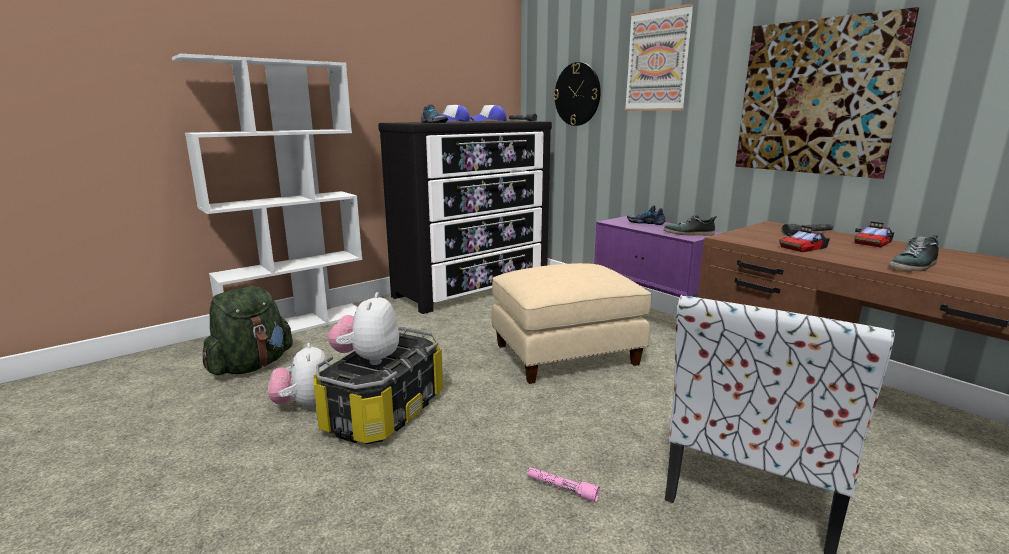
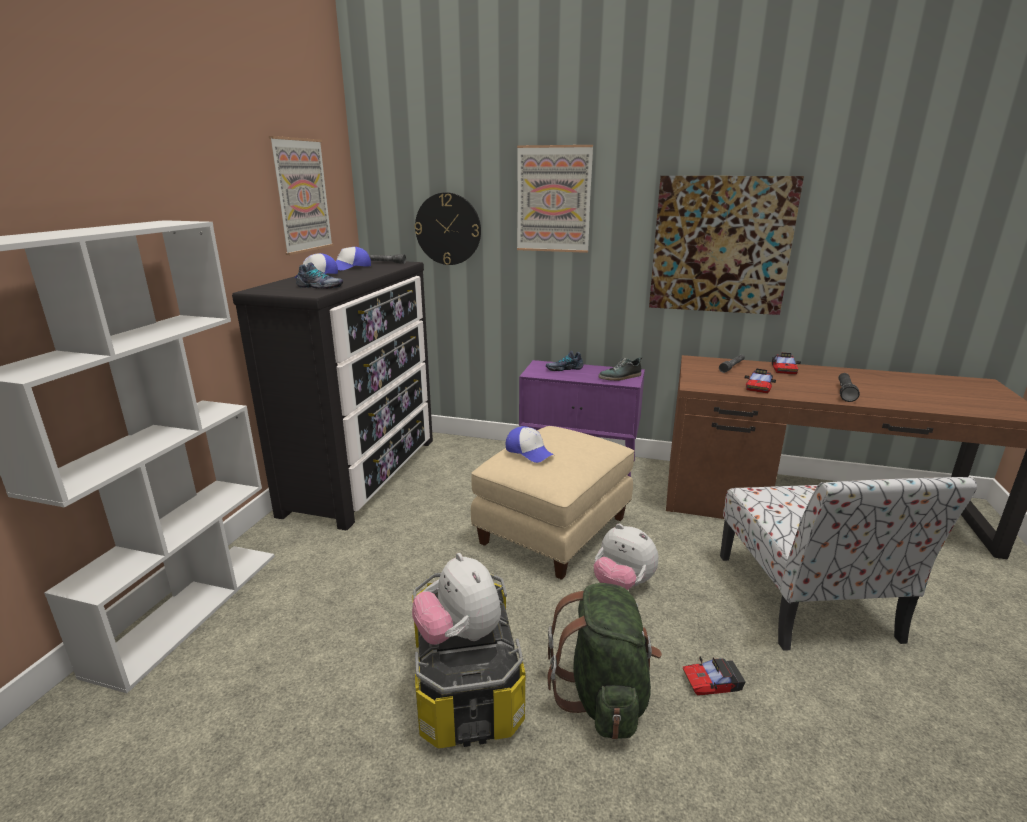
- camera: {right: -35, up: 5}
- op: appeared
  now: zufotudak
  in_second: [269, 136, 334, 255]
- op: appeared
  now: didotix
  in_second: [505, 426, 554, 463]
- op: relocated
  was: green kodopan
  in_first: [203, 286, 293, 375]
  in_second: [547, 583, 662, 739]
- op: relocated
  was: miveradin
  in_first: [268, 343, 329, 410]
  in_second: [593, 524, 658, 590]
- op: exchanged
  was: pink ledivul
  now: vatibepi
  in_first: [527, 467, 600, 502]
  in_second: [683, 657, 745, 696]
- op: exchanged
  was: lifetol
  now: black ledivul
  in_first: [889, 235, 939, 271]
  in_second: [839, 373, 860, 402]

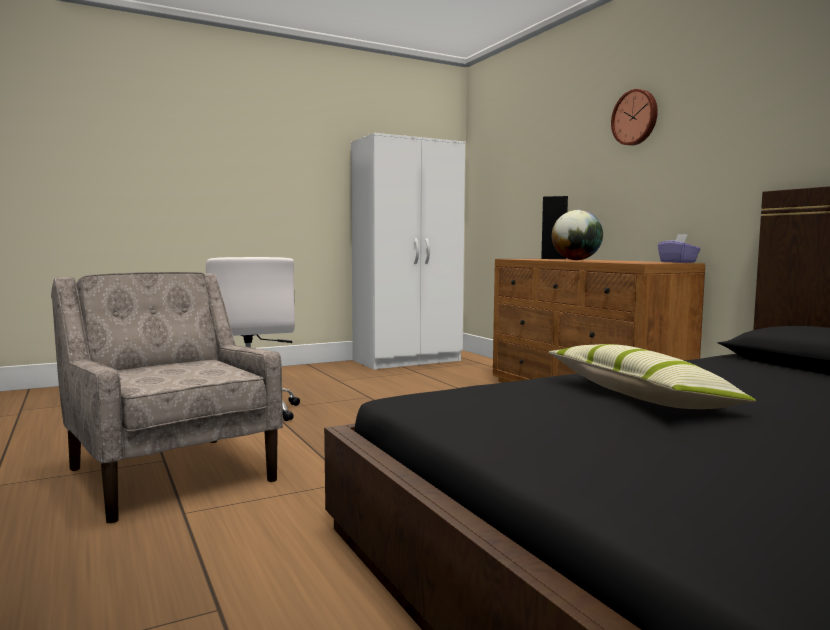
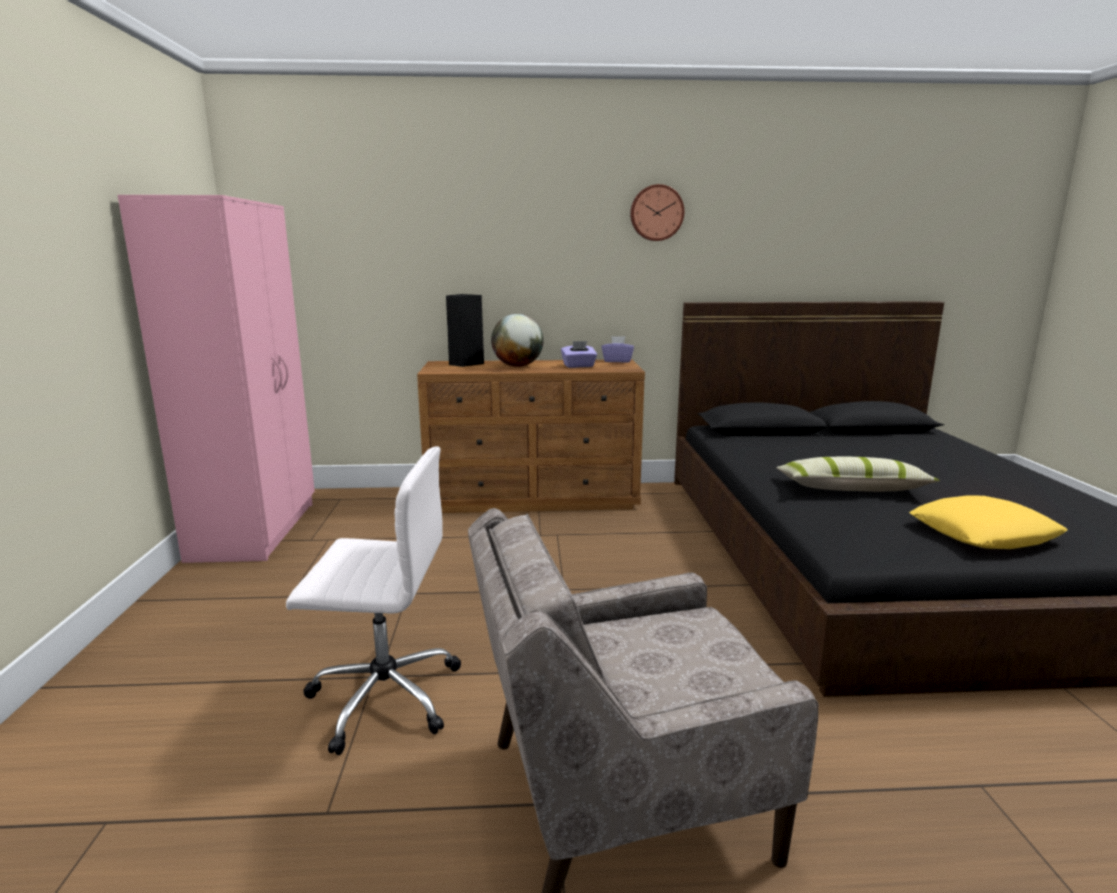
- camera: {right: -65, up: 10}
- op: appeared
  now: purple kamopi
  in_second: [561, 341, 597, 368]
- op: appeared
  now: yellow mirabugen
  in_second: [909, 495, 1068, 549]
- op: relocated
  was: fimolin
  in_first: [611, 89, 658, 146]
  in_second: [630, 184, 684, 241]
- op: colour
  was: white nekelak
  now: pink nekelak
  in_first: [351, 133, 465, 370]
  in_second: [118, 195, 315, 563]

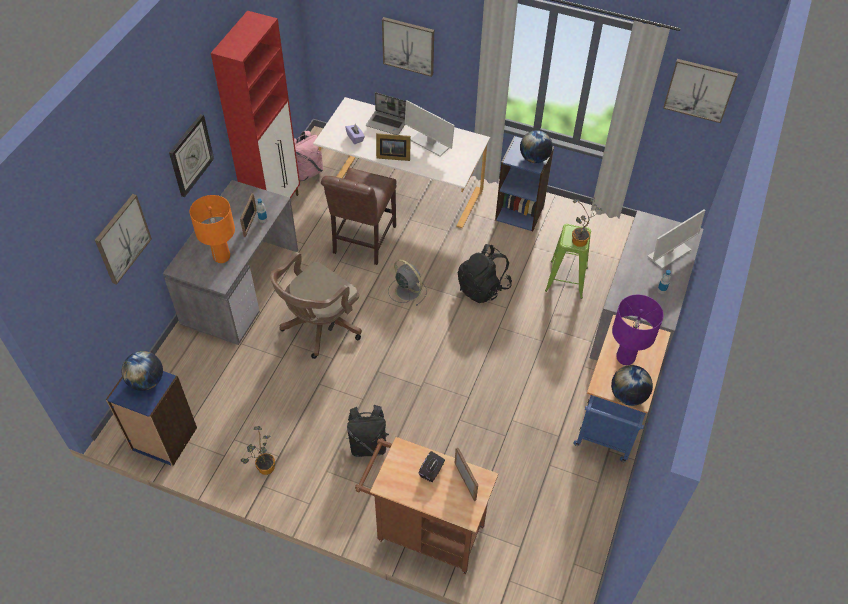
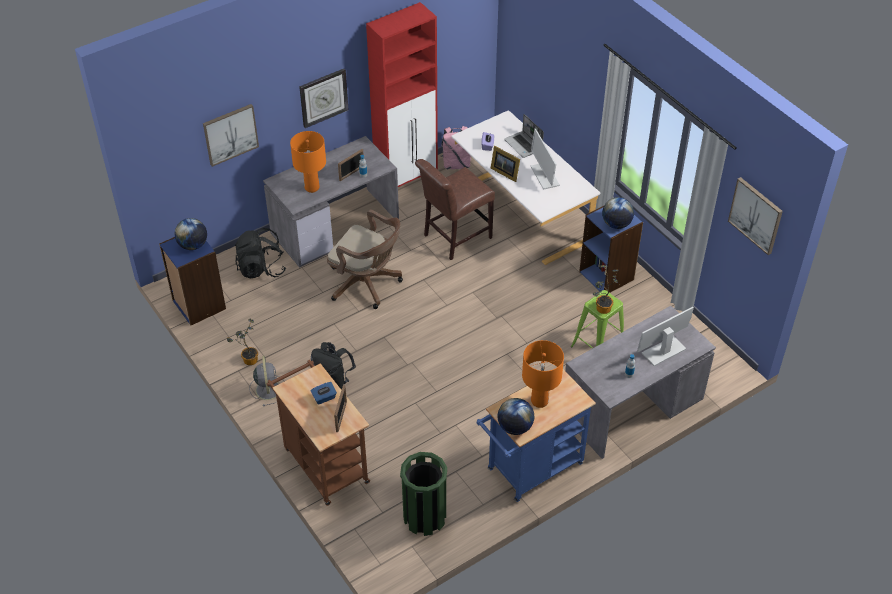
- camera: {right: 35, up: -5}
- op: missing
  was: zufotudak
  in_first: [382, 17, 434, 77]
- op: appeared
  now: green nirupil
  in_second: [400, 452, 447, 536]
- op: relocated
  was: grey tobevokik
  in_first: [388, 259, 427, 306]
  in_second: [249, 356, 279, 406]
- op: relocated
  was: black kodopan
  in_first: [458, 244, 512, 303]
  in_second: [235, 228, 286, 278]
- op: colour
  was: black kamopi
  now: blue kamopi
  in_first: [418, 451, 445, 482]
  in_second: [311, 382, 337, 405]
- op: colour
  was: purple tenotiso
  now: orange tenotiso
  in_first: [612, 295, 663, 365]
  in_second: [522, 340, 564, 408]
- op: spun
  was: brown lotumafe
  in_first: [270, 252, 362, 359]
  in_second: [327, 210, 403, 309]
  clockwise: -135
- op: spun
  was: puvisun
  in_first: [647, 209, 705, 269]
  in_second: [637, 307, 694, 366]
  clockwise: 150

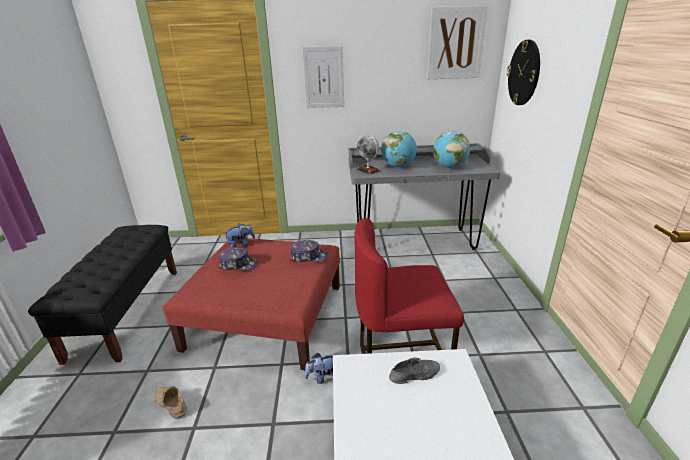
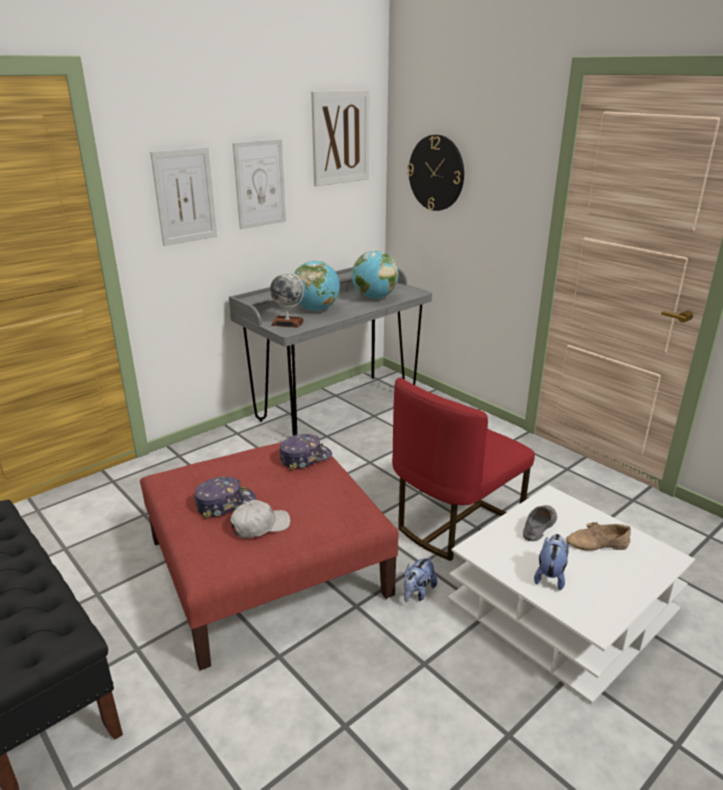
- camera: {right: -40, up: 0}
- op: appeared
  now: white didotix
  in_second: [230, 499, 290, 538]
- op: appeared
  now: zufotudak
  in_second: [233, 139, 286, 229]
- op: relocated
  was: beige lifetol
  in_first: [155, 386, 187, 419]
  in_second: [566, 522, 631, 551]
- op: relocated
  was: miveradin
  in_first: [224, 223, 255, 248]
  in_second: [534, 534, 569, 590]

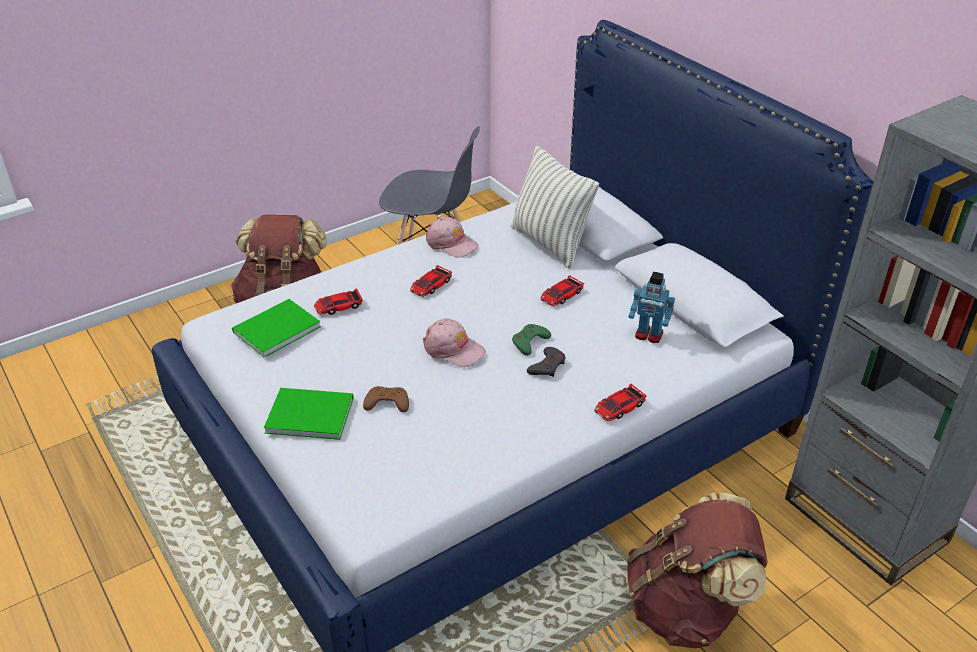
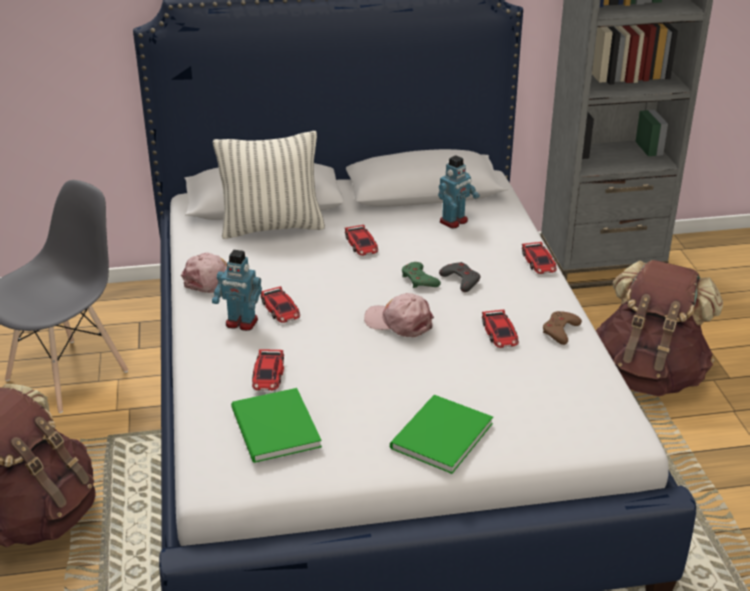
- camera: {right: -65, up: -5}
- op: appeared
  now: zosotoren
  in_second: [212, 250, 262, 331]
- op: appeared
  now: vatibepi
  in_second: [482, 310, 519, 348]
- op: relocated
  was: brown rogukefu
  in_first: [363, 386, 409, 412]
  in_second: [543, 311, 582, 345]
- op: spun
  was: pink didotix
  in_first: [423, 318, 485, 367]
  in_second: [364, 293, 434, 337]
  clockwise: -120

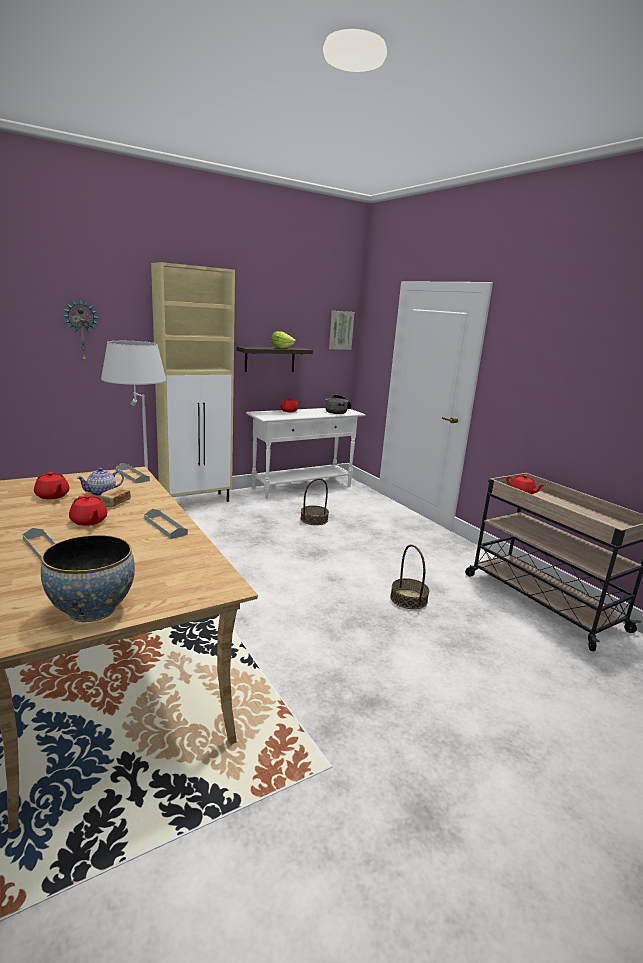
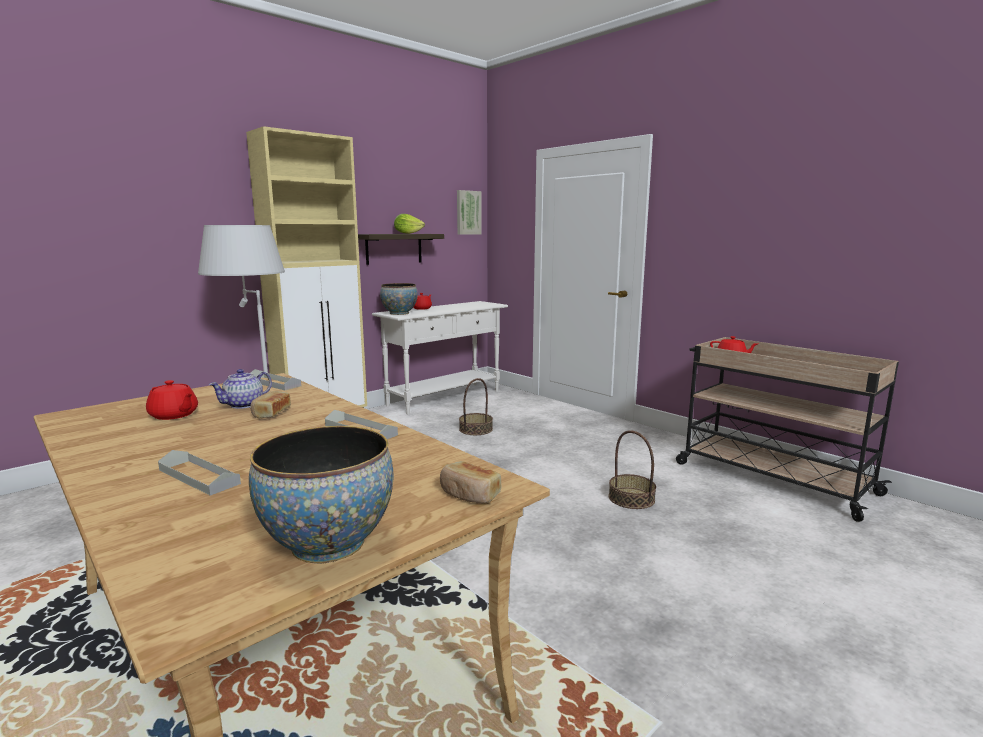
- camera: {right: -10, up: -5}
- op: missing
  was: fimolin
  in_first: [63, 300, 99, 363]
- op: missing
  was: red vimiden
  in_first: [69, 495, 107, 526]
- op: missing
  was: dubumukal
  in_first: [325, 395, 352, 414]
- op: appeared
  now: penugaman
  in_second: [380, 283, 418, 315]
- op: appeared
  now: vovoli
  in_second: [440, 461, 501, 503]

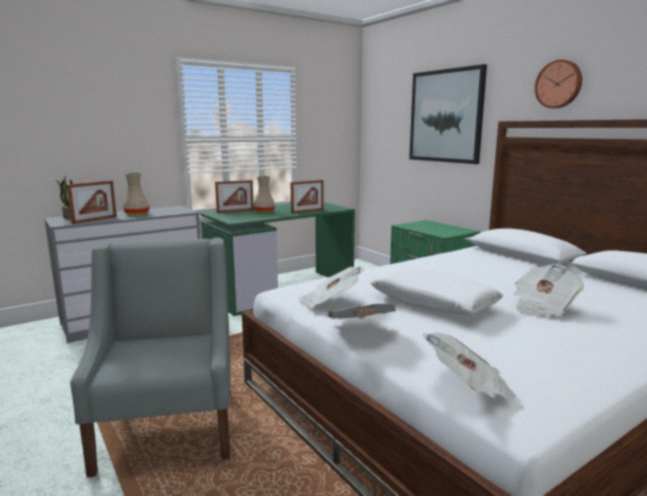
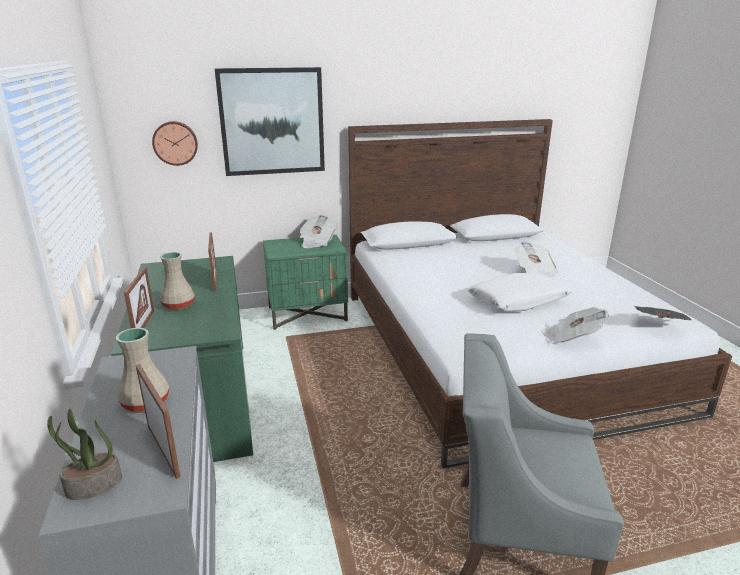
- camera: {right: -70, up: 10}
- op: relocated
  was: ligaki
  in_first: [299, 266, 364, 308]
  in_second: [300, 215, 337, 248]
- op: relocated
  was: fimolin
  in_first: [535, 59, 582, 108]
  in_second: [152, 121, 198, 166]

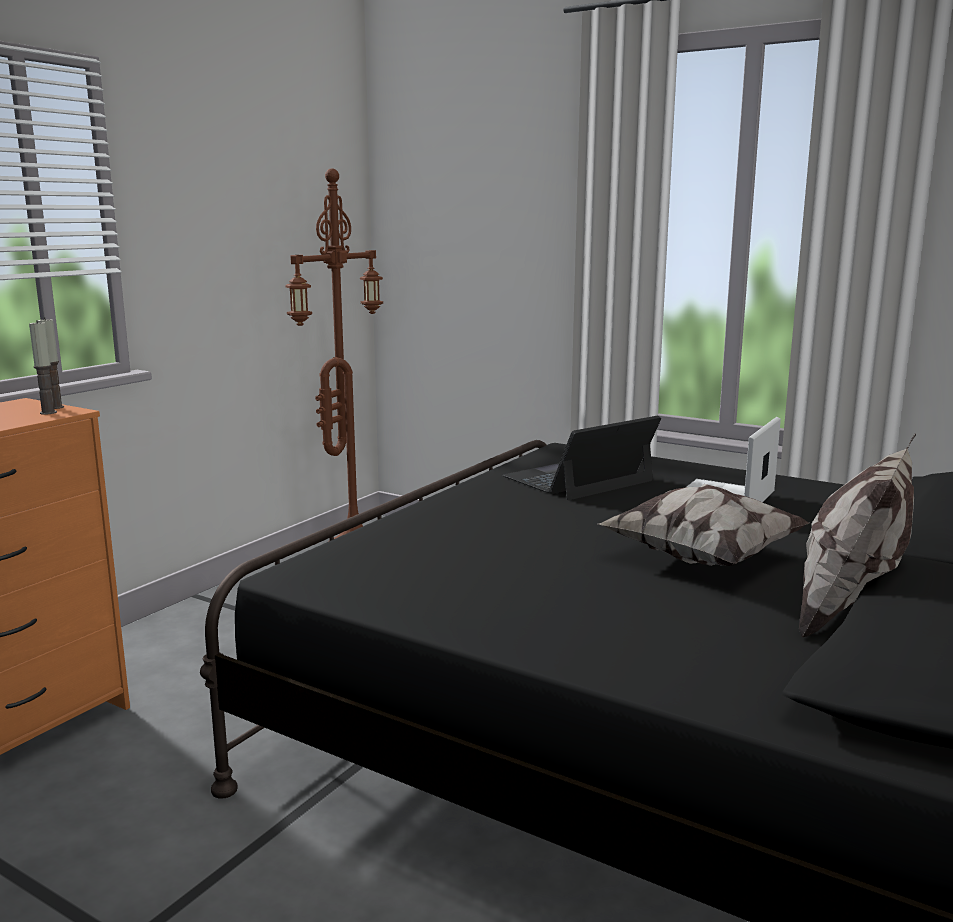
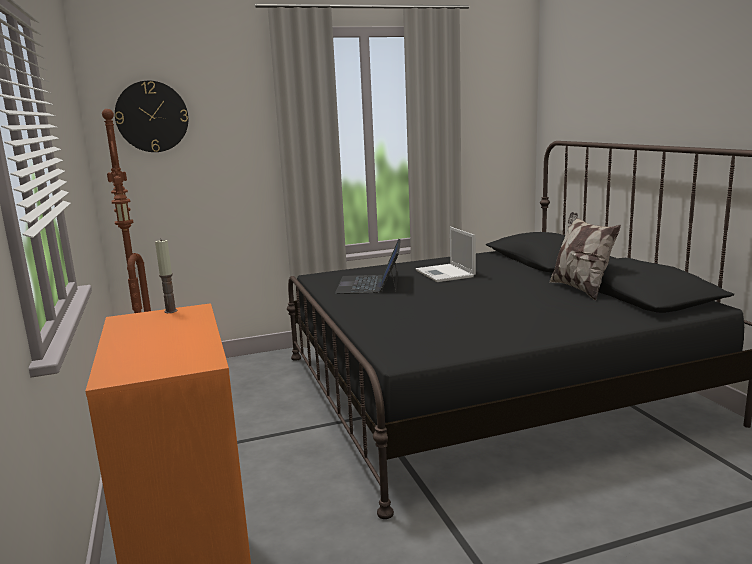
- camera: {right: -50, up: 0}
- op: missing
  was: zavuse
  in_first: [29, 320, 57, 415]
- op: missing
  was: mirabugen
  in_first: [598, 484, 809, 566]
- op: appeared
  now: fimolin
  in_second: [115, 81, 188, 152]

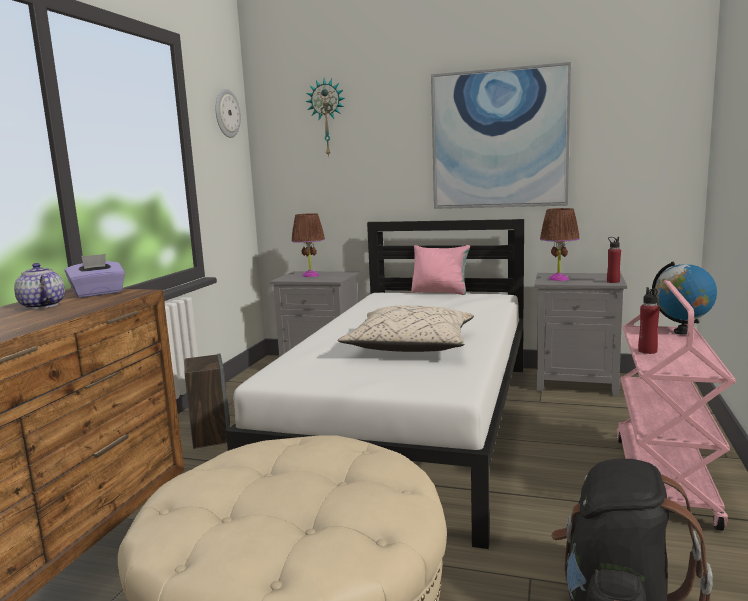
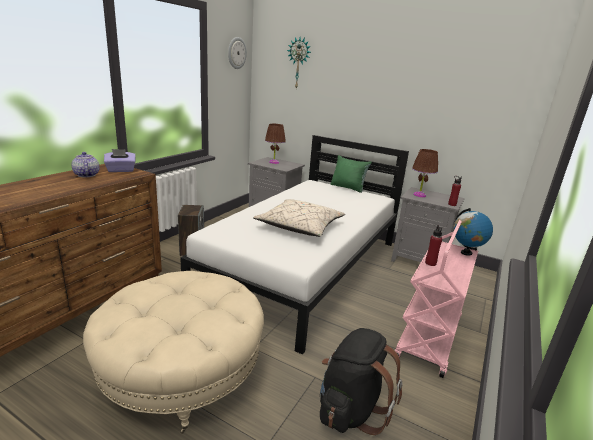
- camera: {right: 10, up: 10}
- op: missing
  was: zufotudak
  in_first: [431, 62, 571, 209]
- op: colour
  was: pink mirabugen
  now: green mirabugen
  in_first: [411, 245, 470, 295]
  in_second: [331, 155, 372, 193]

